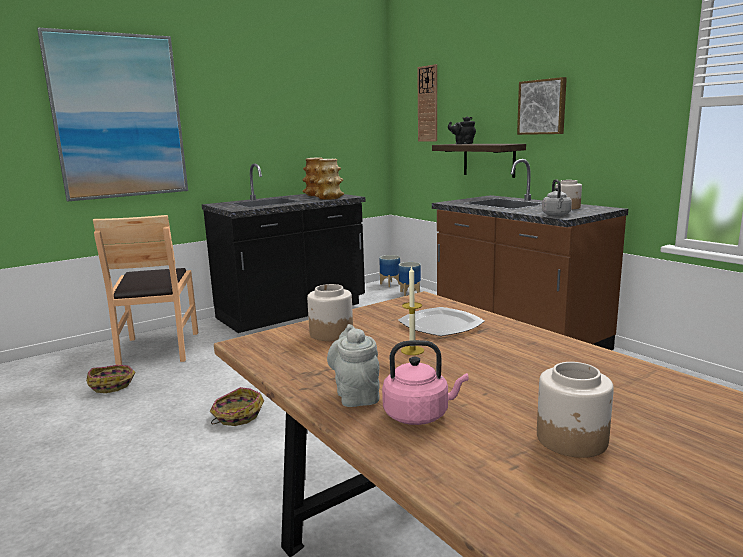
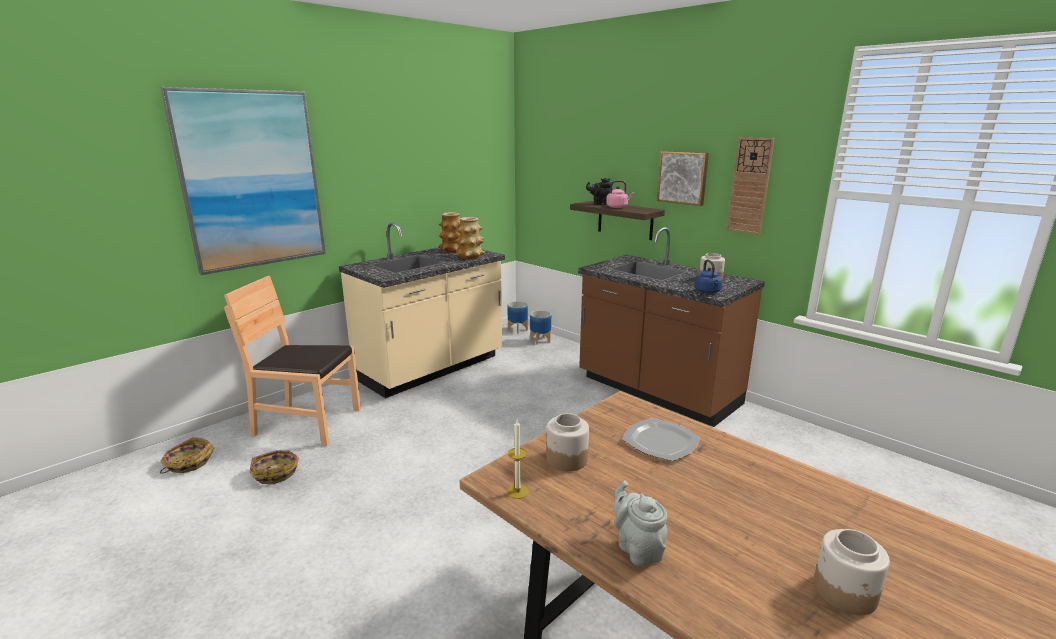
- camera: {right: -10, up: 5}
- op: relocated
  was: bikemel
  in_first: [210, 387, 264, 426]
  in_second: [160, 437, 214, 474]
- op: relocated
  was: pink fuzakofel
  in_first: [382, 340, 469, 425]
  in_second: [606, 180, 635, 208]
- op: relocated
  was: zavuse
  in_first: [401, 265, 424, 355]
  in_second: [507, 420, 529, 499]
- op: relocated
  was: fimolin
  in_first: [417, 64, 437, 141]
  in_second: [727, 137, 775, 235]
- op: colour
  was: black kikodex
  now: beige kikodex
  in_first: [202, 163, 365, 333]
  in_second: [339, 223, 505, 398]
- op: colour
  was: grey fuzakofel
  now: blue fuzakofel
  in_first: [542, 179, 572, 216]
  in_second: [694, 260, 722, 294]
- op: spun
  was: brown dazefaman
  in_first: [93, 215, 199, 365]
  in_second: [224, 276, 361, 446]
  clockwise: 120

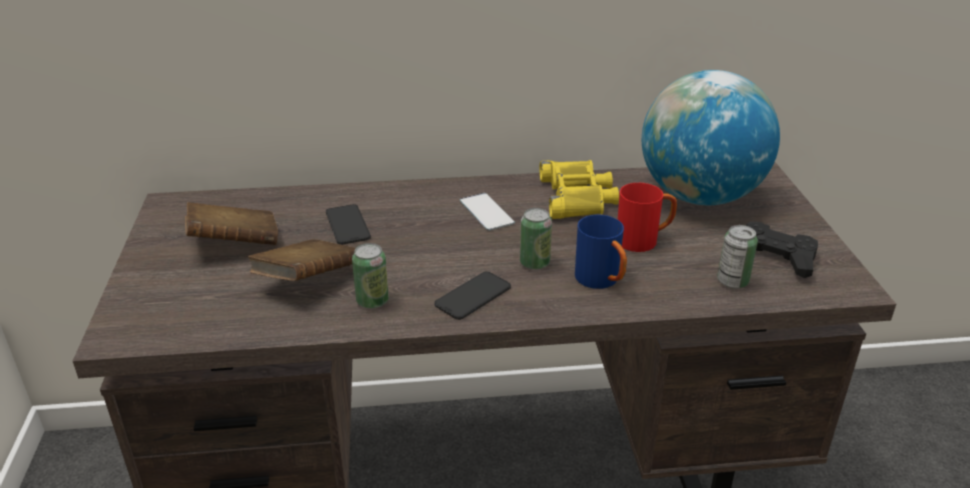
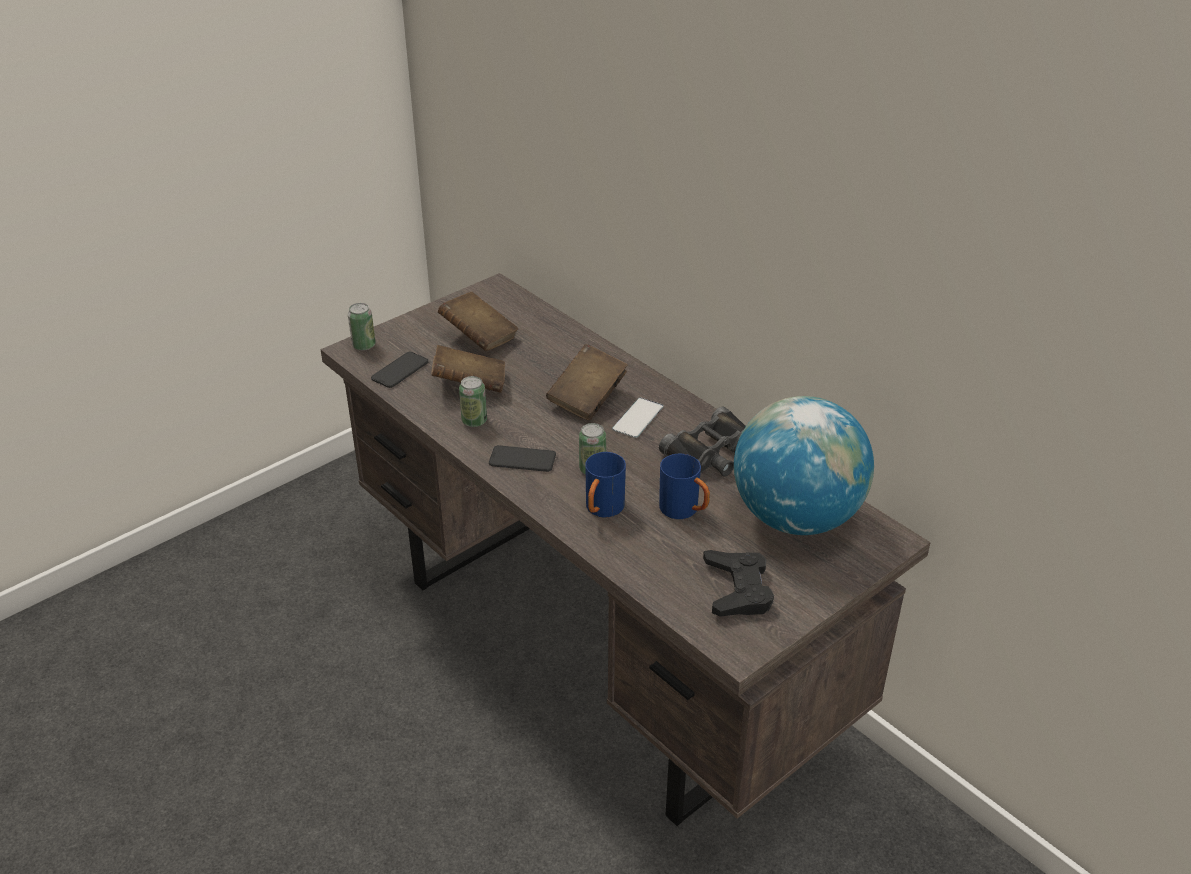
- camera: {right: 55, up: 5}
- op: appeared
  now: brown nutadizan
  in_second: [546, 344, 628, 421]
- op: relocated
  was: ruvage
  in_first: [326, 204, 371, 245]
  in_second: [371, 352, 428, 388]
- op: relocated
  was: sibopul
  in_first: [717, 225, 758, 289]
  in_second: [348, 303, 376, 351]
- op: colour
  was: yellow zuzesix
  now: black zuzesix
  in_first: [539, 160, 619, 219]
  in_second: [659, 407, 746, 477]
- op: colour
  was: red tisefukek
  now: blue tisefukek
  in_first: [618, 183, 677, 252]
  in_second: [659, 454, 710, 519]

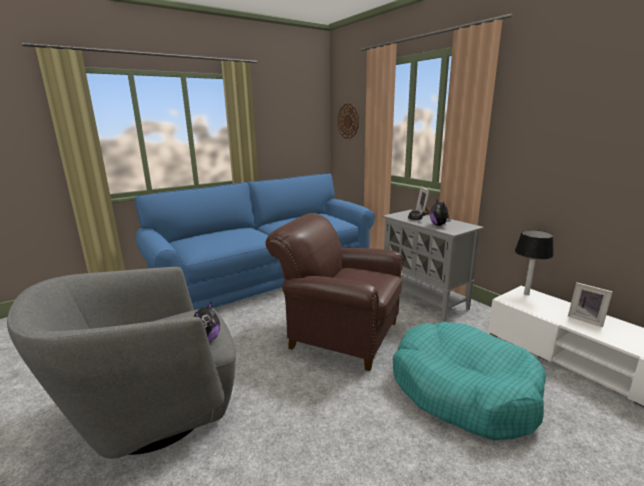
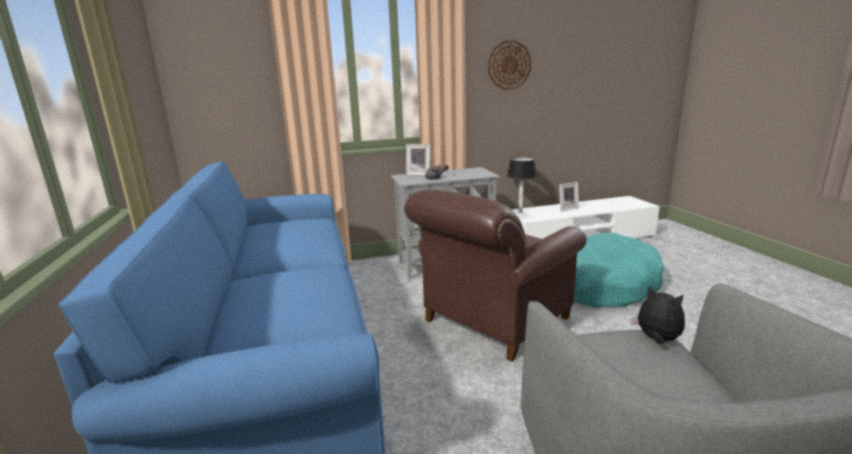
- camera: {right: -70, up: 0}
- op: missing
  was: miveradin
  in_first: [430, 199, 451, 226]
- op: relocated
  was: fimolin
  in_first: [338, 104, 359, 139]
  in_second: [488, 40, 531, 90]

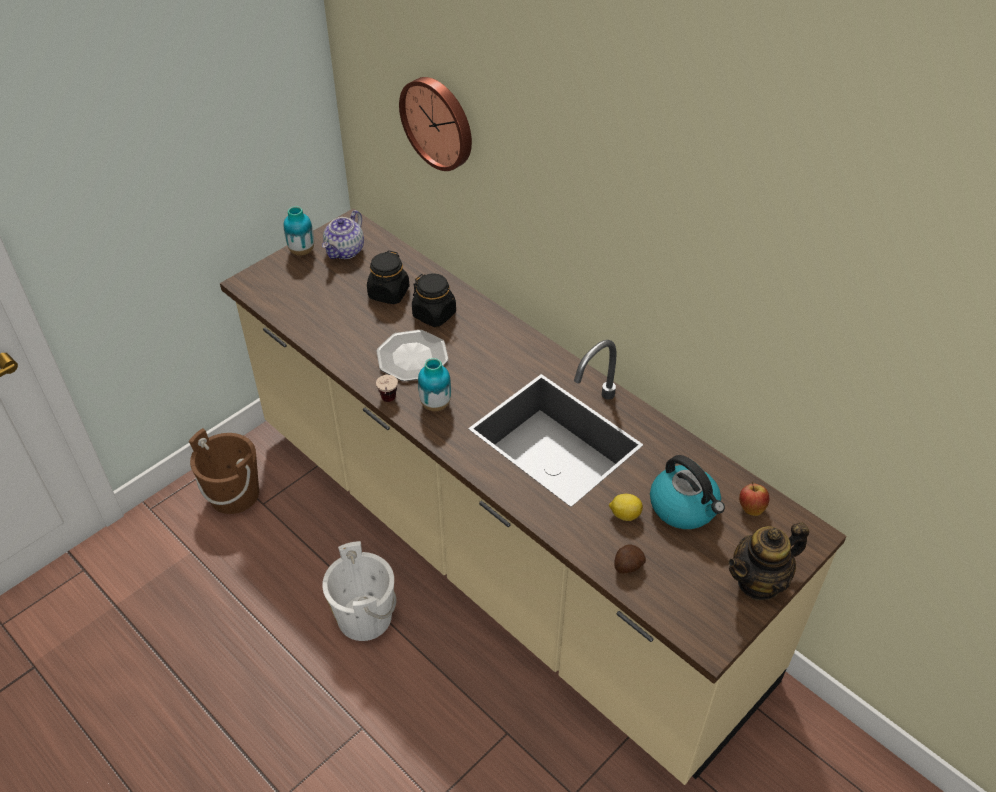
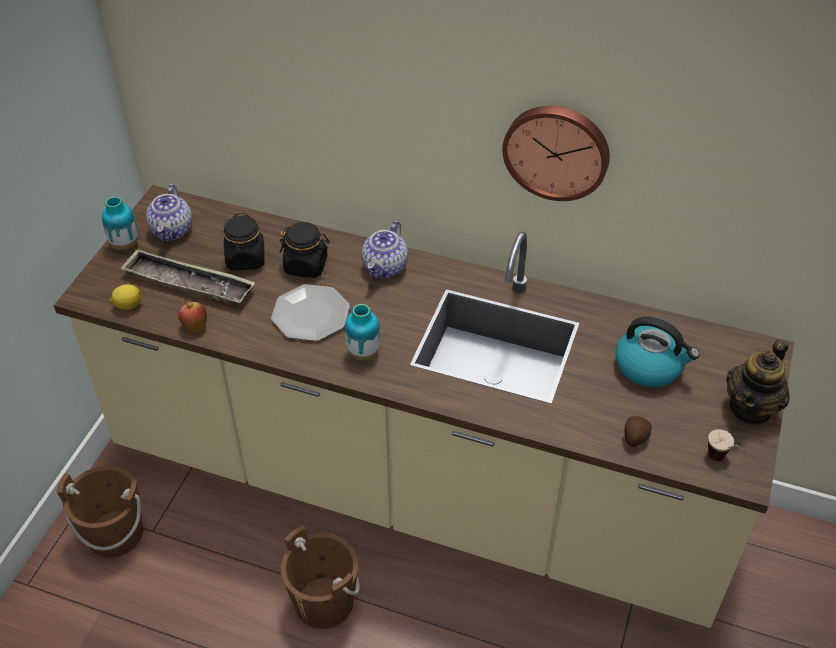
- camera: {right: -25, up: 0}
- op: appeared
  now: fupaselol
  in_second: [120, 250, 255, 304]
- op: appeared
  now: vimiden
  in_second: [362, 220, 408, 279]
- op: relocated
  was: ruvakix
  in_first: [376, 375, 398, 402]
  in_second: [708, 429, 748, 461]
- op: relocated
  was: fimolin
  in_first: [399, 77, 472, 171]
  in_second: [502, 106, 610, 201]
- op: relocated
  was: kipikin
  in_first: [609, 494, 643, 521]
  in_second: [110, 284, 141, 310]
- op: relocated
  was: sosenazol
  in_first: [739, 482, 769, 516]
  in_second: [178, 300, 207, 332]
- op: colour
  was: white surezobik
  now: brown surezobik
  in_first: [322, 541, 396, 641]
  in_second: [280, 525, 360, 629]

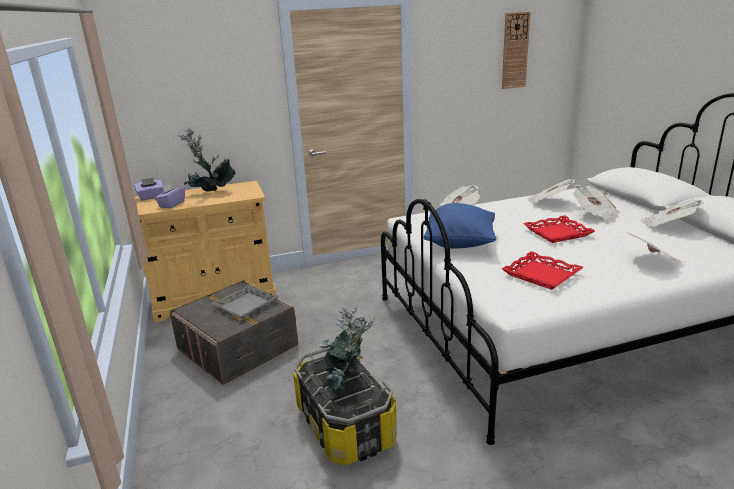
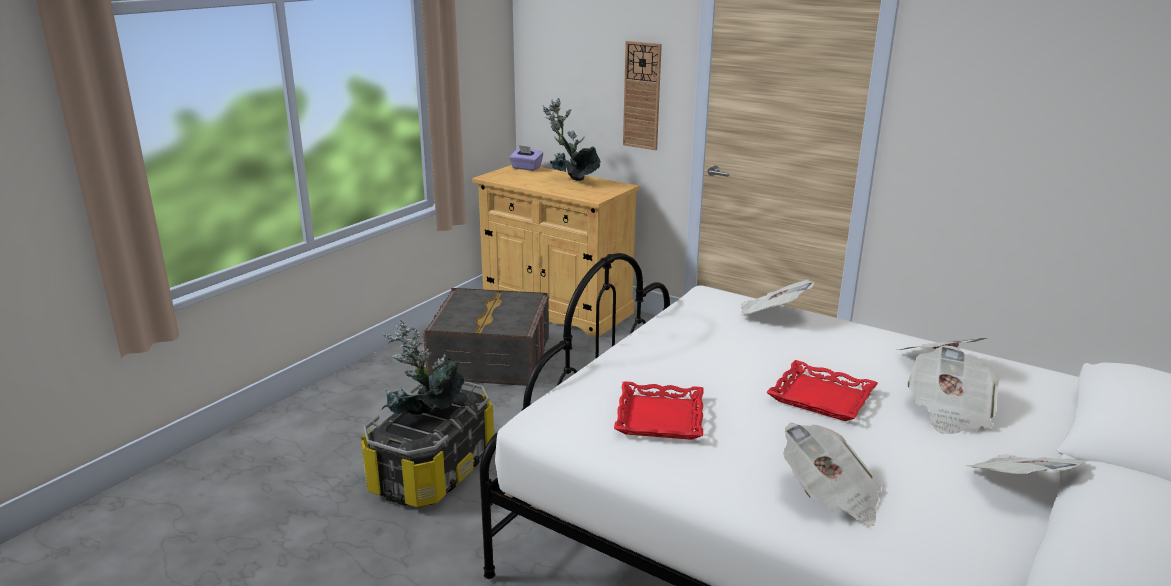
- camera: {right: 50, up: 0}
- op: missing
  was: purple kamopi
  in_first: [155, 183, 185, 208]
- op: missing
  was: grey fupaselol
  in_first: [212, 285, 279, 319]
- op: missing
  was: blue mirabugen
  in_first: [424, 203, 496, 249]
- op: relocated
  was: fimolin
  in_first: [502, 12, 531, 89]
  in_second: [623, 41, 662, 150]

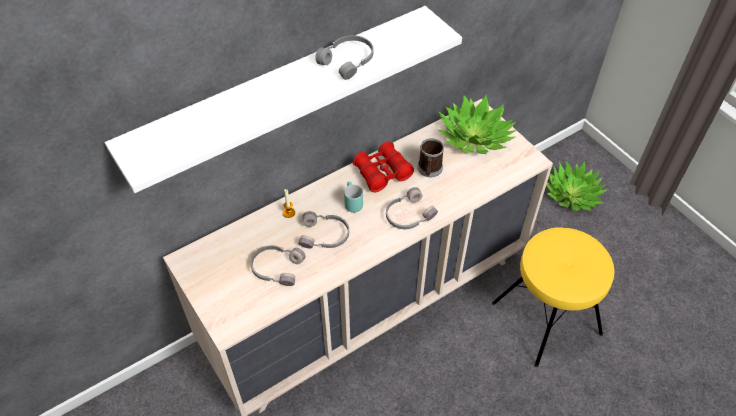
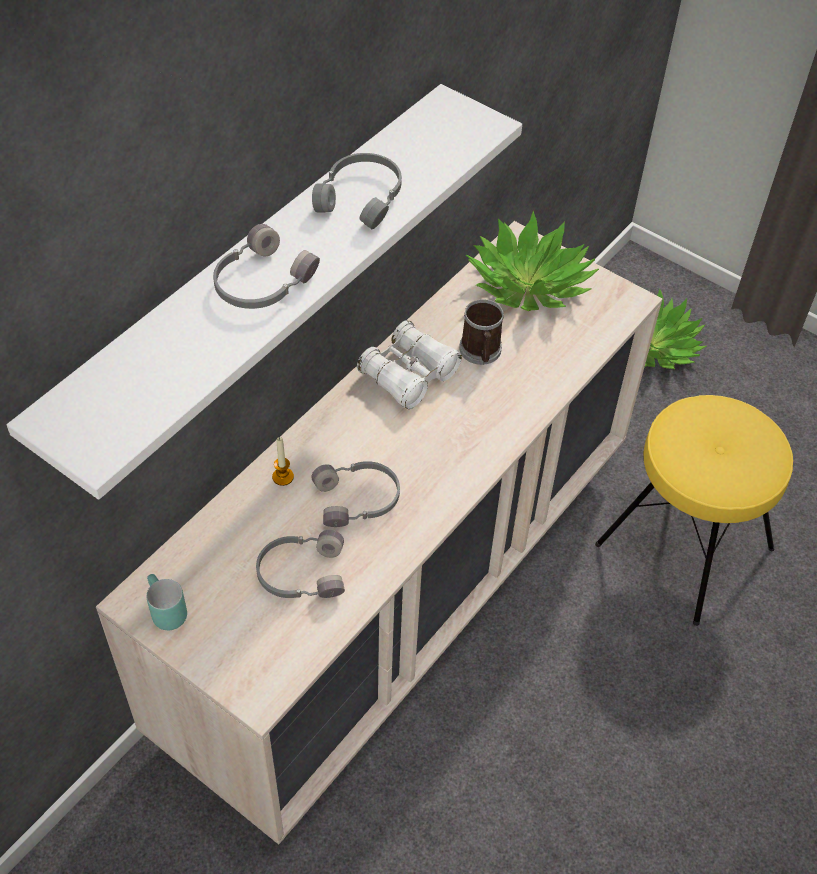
- camera: {right: -20, up: 0}
- op: relocated
  was: turquoise tisefukek
  in_first: [344, 182, 363, 213]
  in_second: [147, 574, 187, 630]
- op: relocated
  was: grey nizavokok
  in_first: [386, 187, 438, 229]
  in_second: [213, 224, 320, 309]
- op: colour
  was: red zuzesix
  now: white zuzesix
  in_first: [352, 141, 414, 192]
  in_second: [357, 320, 462, 409]

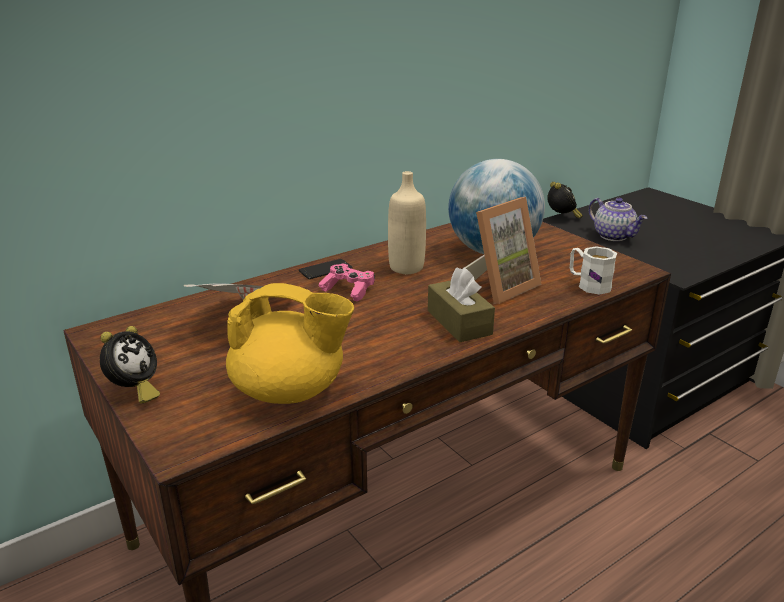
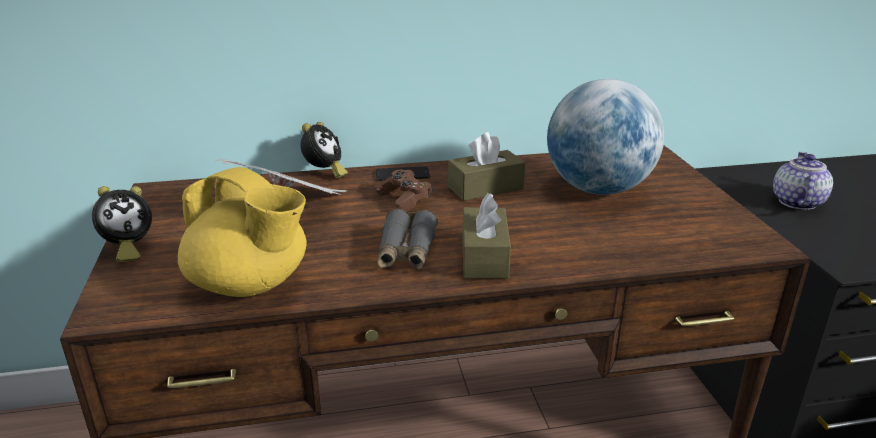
- camera: {right: 25, up: 0}
- op: missing
  was: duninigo
  in_first: [464, 197, 542, 304]
- op: missing
  was: white tisefukek
  in_first: [570, 246, 617, 295]
- op: appeared
  now: grey zuzesix
  in_second: [377, 209, 438, 269]
- op: relocated
  was: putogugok
  in_first: [547, 182, 583, 219]
  in_second: [300, 122, 348, 178]
- op: exchanged
  was: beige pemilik
  now: brown kamopi
  in_first: [388, 171, 426, 274]
  in_second: [448, 132, 525, 201]
- op: colour
  was: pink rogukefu
  now: brown rogukefu
  in_first: [318, 263, 375, 302]
  in_second: [374, 170, 433, 211]
- op: spun
  was: vimiden
  in_first: [589, 198, 647, 241]
  in_second: [773, 152, 833, 210]
  clockwise: -150

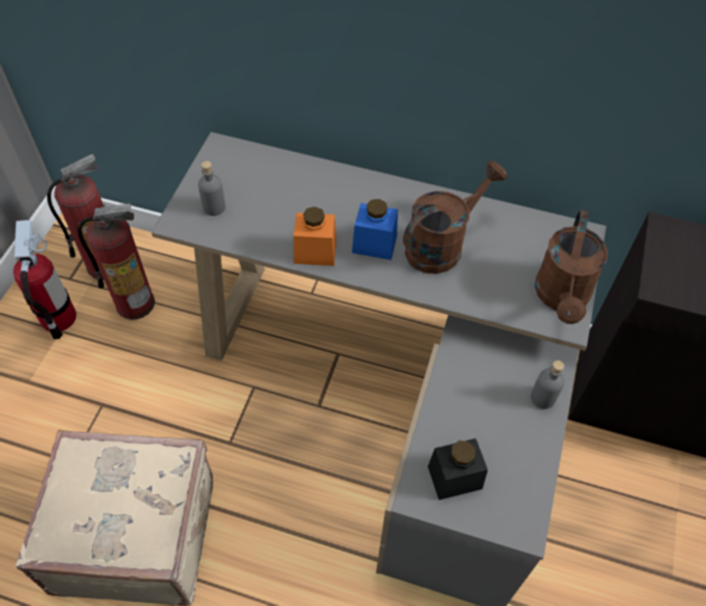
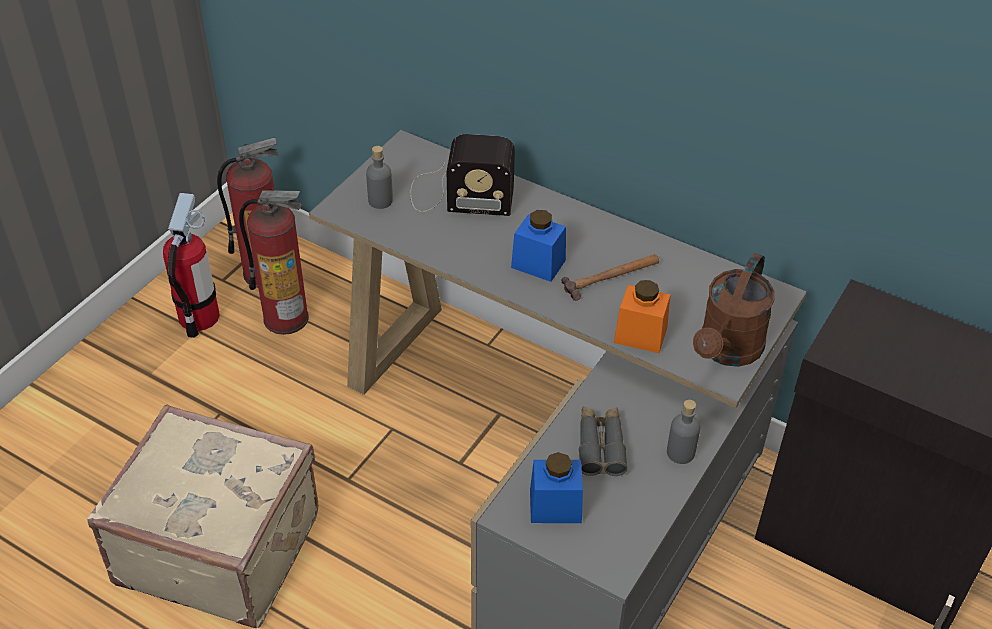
- camera: {right: 15, up: -10}
- op: appeared
  now: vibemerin
  in_second: [410, 134, 515, 216]
- op: appeared
  now: grey zuzesix
  in_second: [579, 407, 628, 476]
- op: relocated
  was: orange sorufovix
  in_first: [293, 207, 336, 266]
  in_second: [614, 280, 671, 353]
- op: exchanged
  was: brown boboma
  now: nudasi
  in_first: [403, 161, 507, 274]
  in_second: [561, 254, 659, 301]
- op: colour
  was: black sorufovix
  now: blue sorufovix
  in_first: [428, 438, 488, 500]
  in_second: [530, 452, 583, 523]

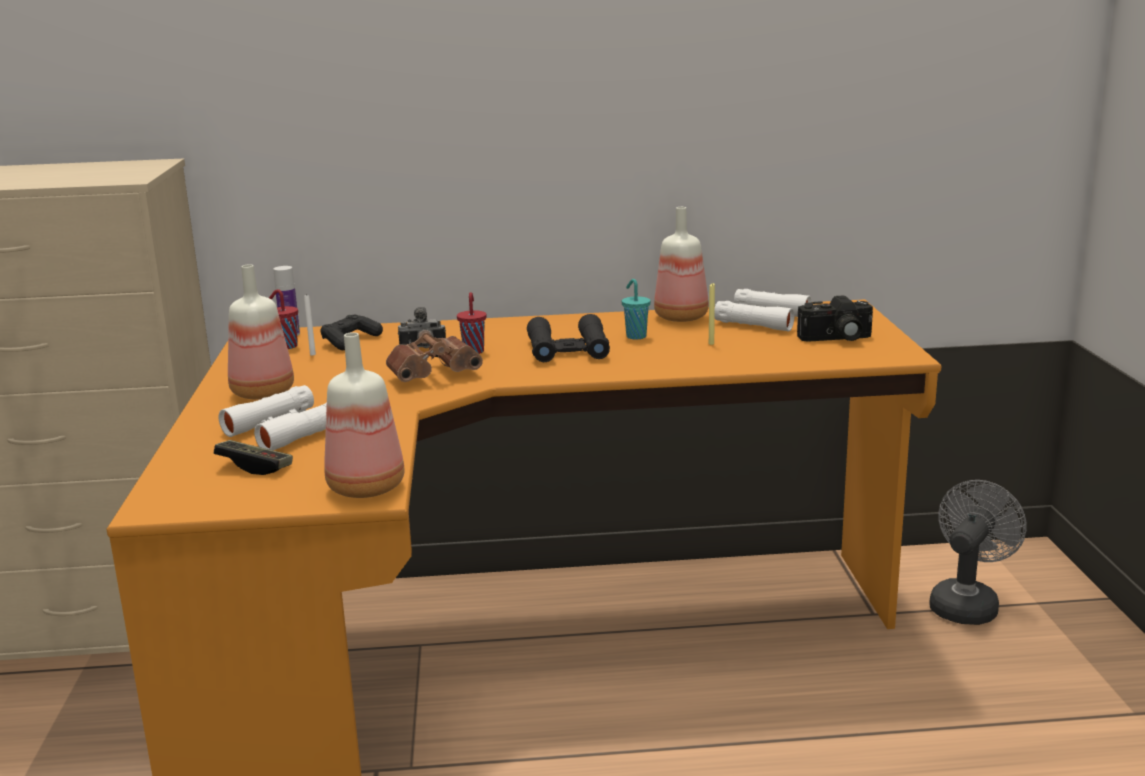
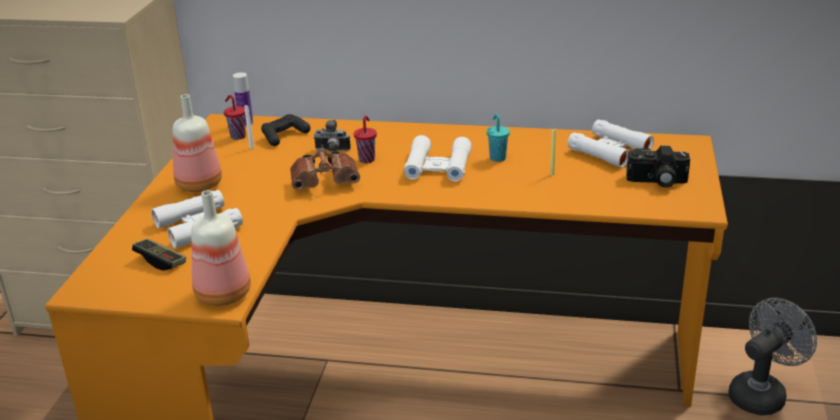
- camera: {right: 15, up: 10}
- op: missing
  was: pemilik
  in_first: [654, 207, 709, 322]
- op: colour
  was: black zuzesix
  now: white zuzesix
  in_first: [527, 314, 610, 362]
  in_second: [404, 135, 472, 182]

